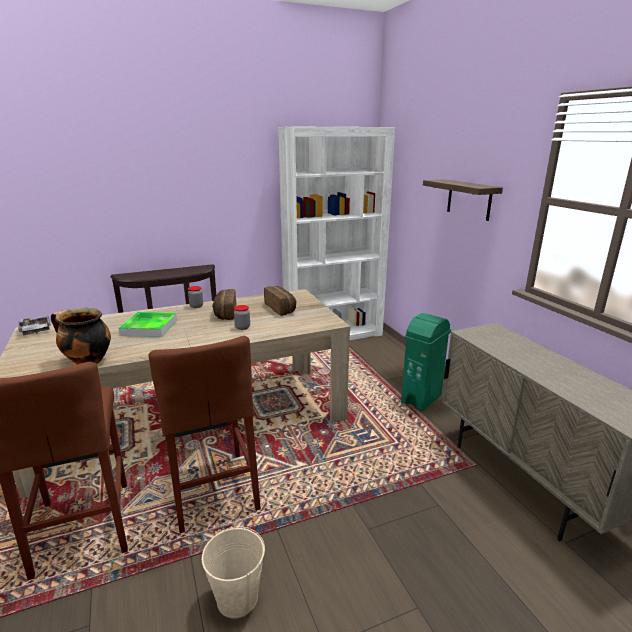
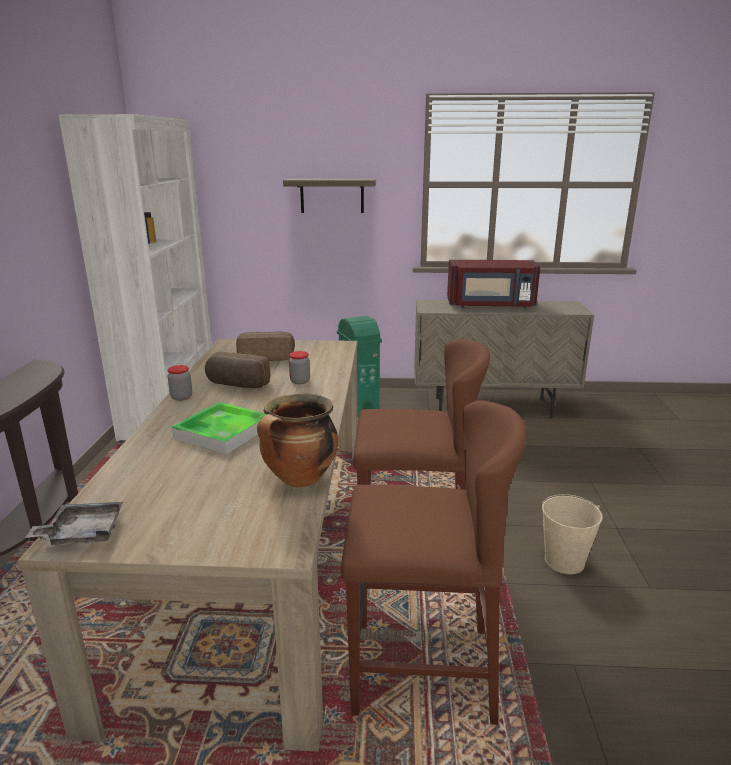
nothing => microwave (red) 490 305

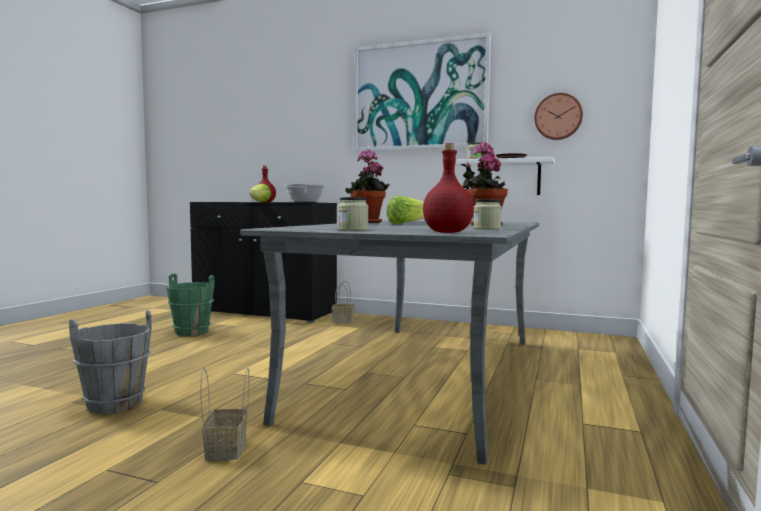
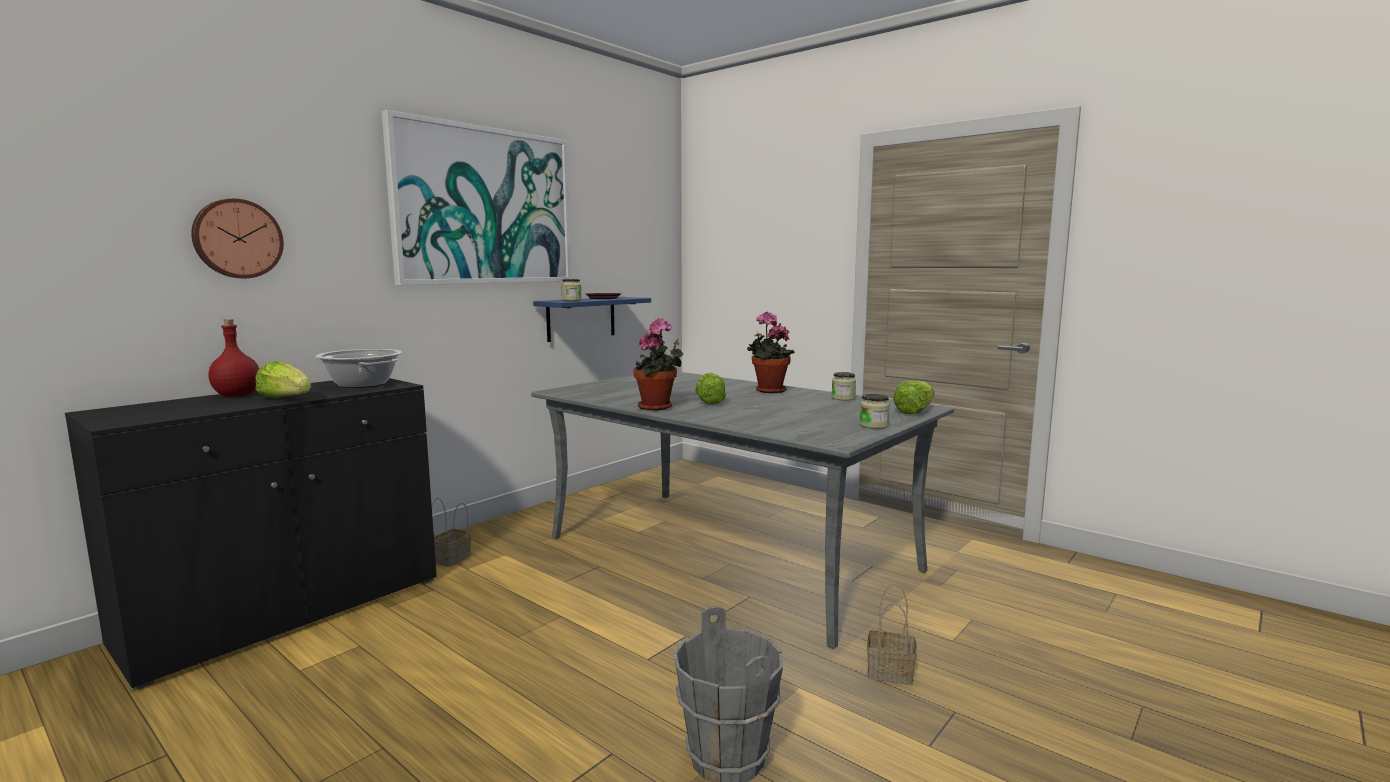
bucket (green) 191 332 => nothing
bottle (red) 446 232 => lettuce 914 412
shelf (white) 502 178 => shelf (blue) 581 318
wall clock 558 117 => wall clock 237 239, shifted

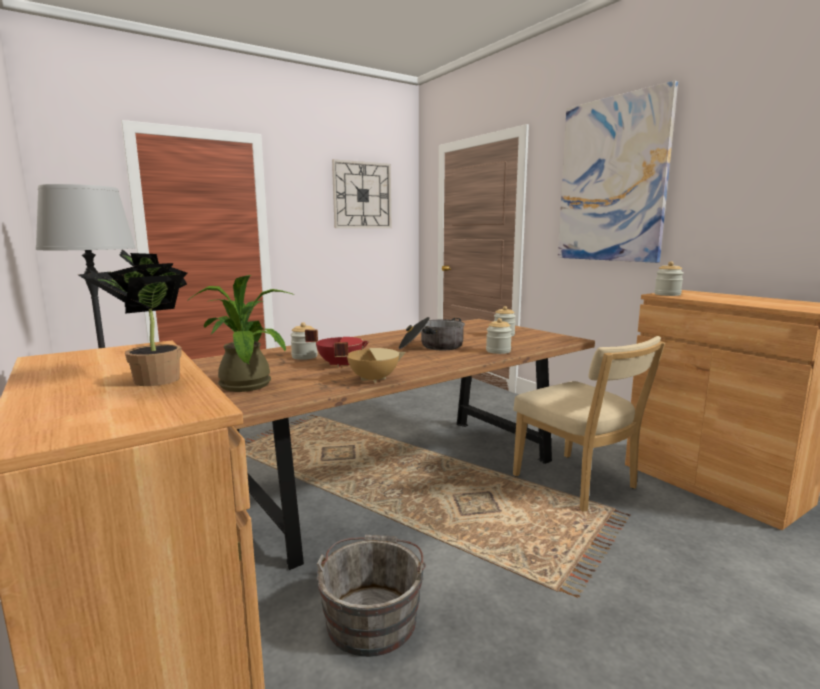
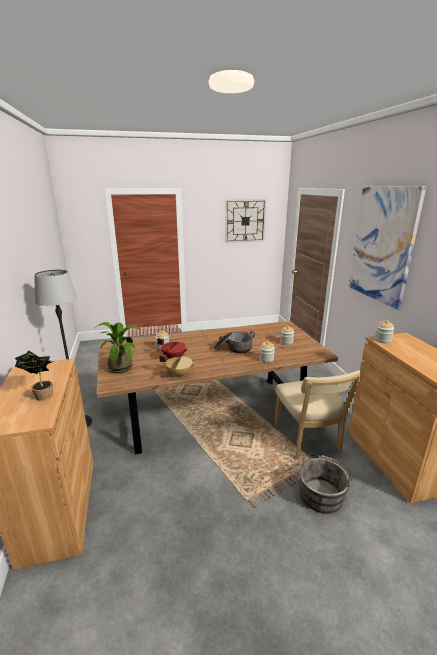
bucket (grey) 372 616 => bucket (grey) 321 493, shifted

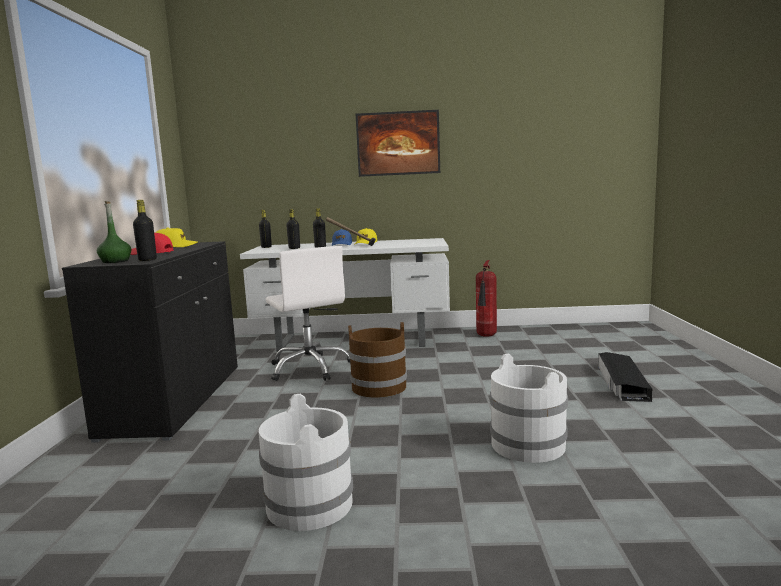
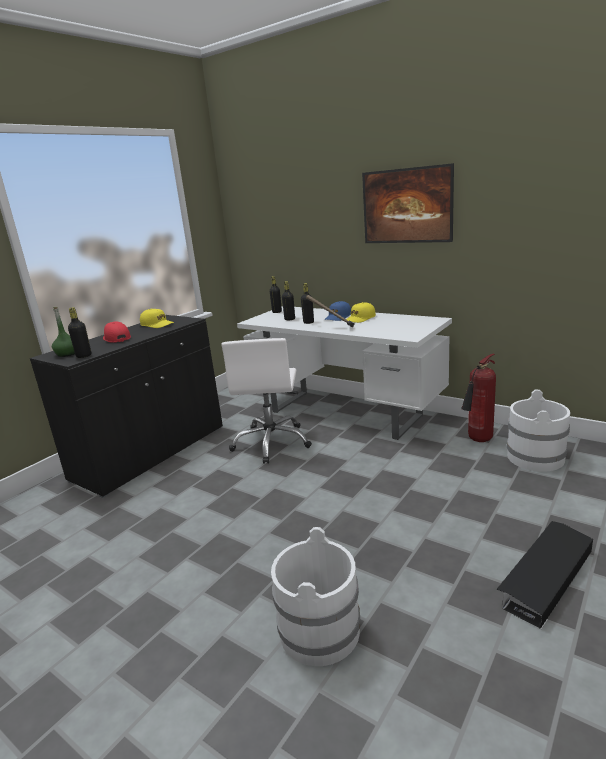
bucket (white) 309 504 => bucket (white) 535 457, shifted
bucket (brown) 379 387 => nothing

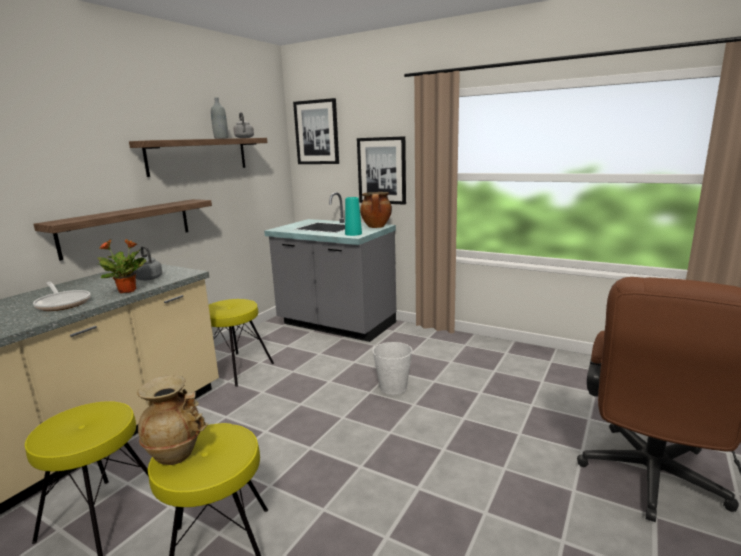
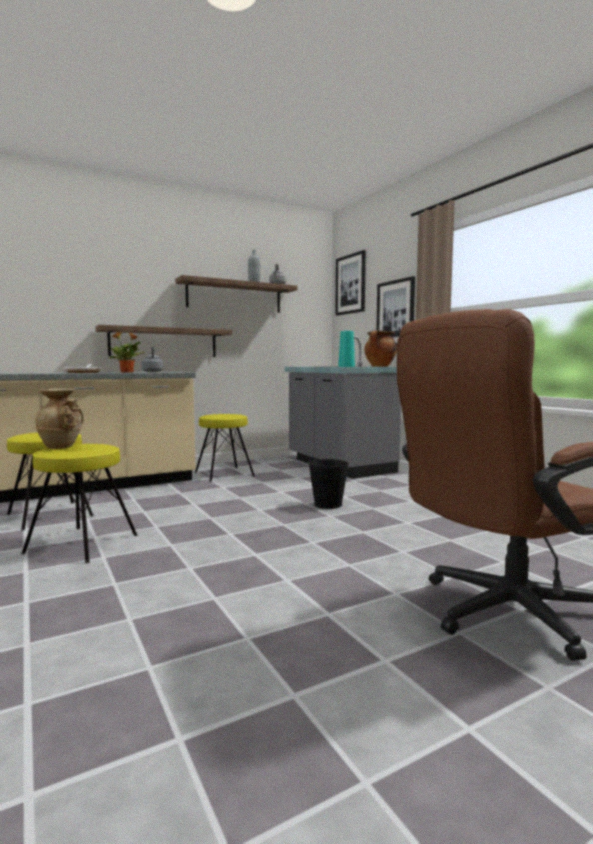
bucket (white) 393 388 => bucket (black) 328 504

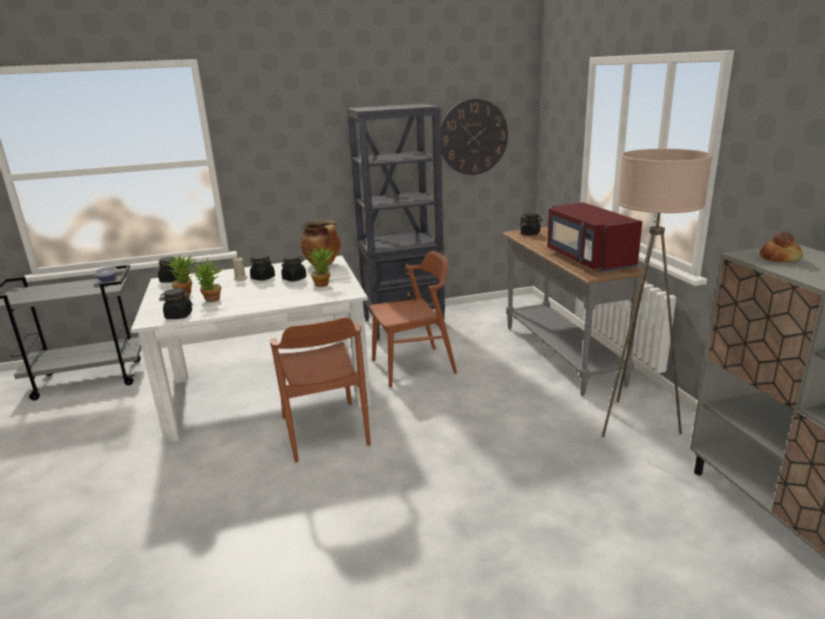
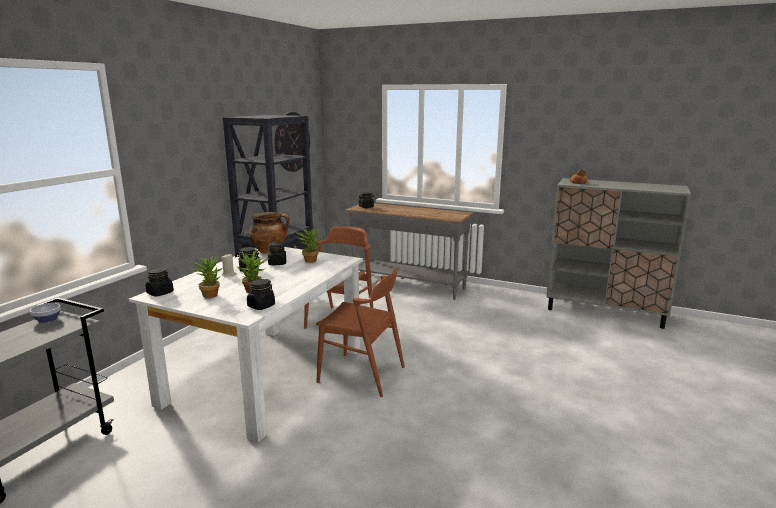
microwave (red) 587 259 => nothing
floor lamp (beige) 633 423 => nothing

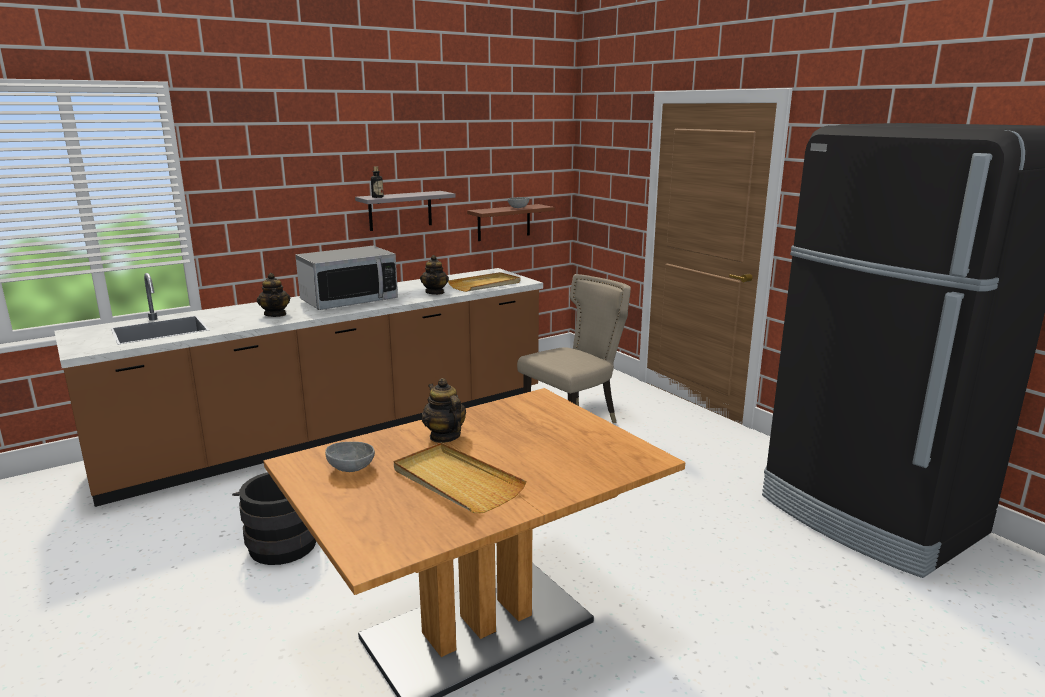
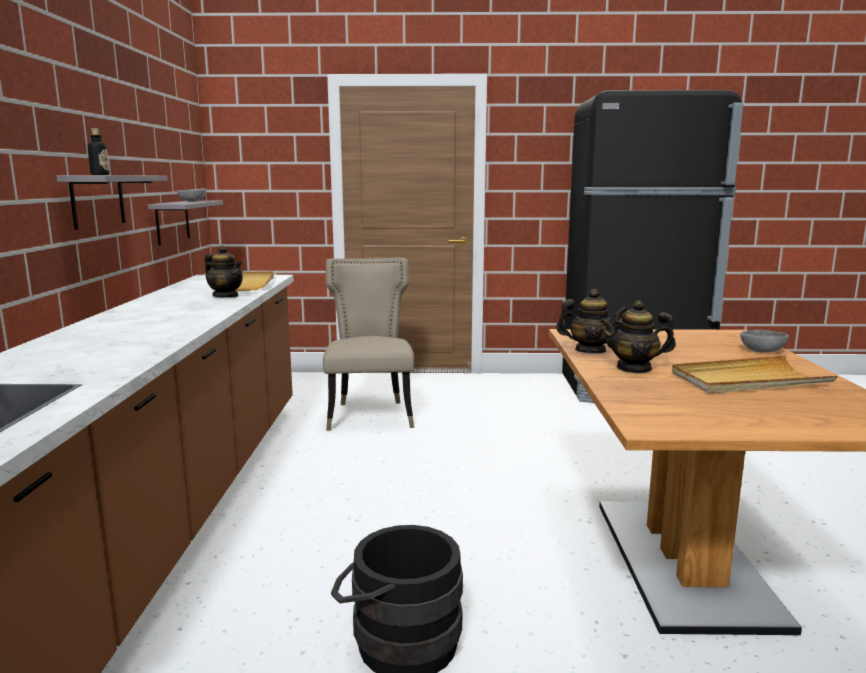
teapot 275 314 => teapot 590 351, shifted
microwave 349 301 => nothing
bowl (grey) 351 467 => bowl (grey) 761 351, shifted
shelf (brown) 504 222 => shelf (grey) 172 221

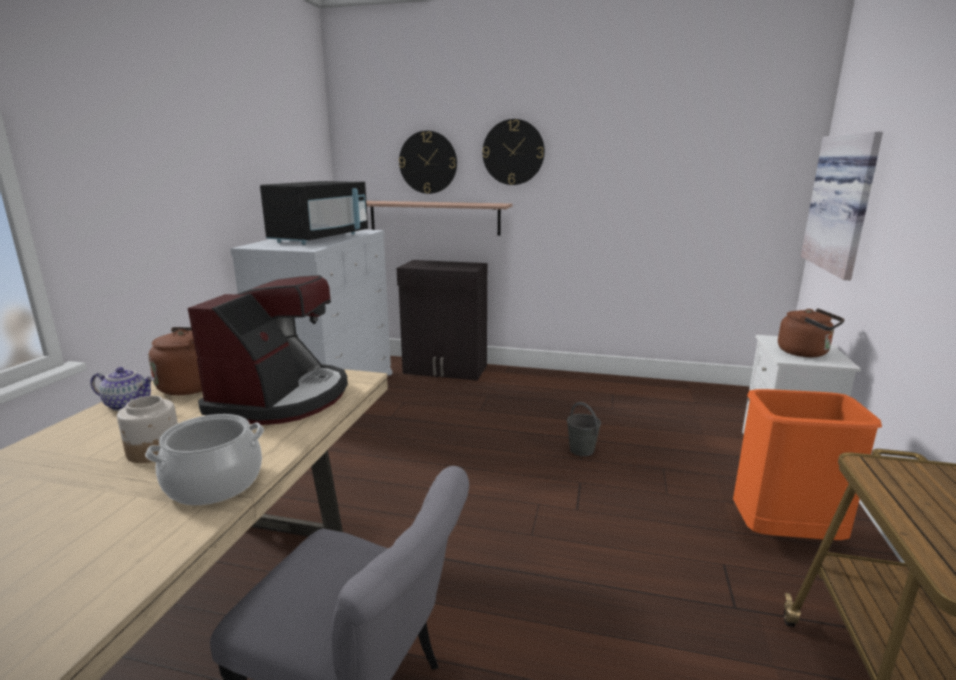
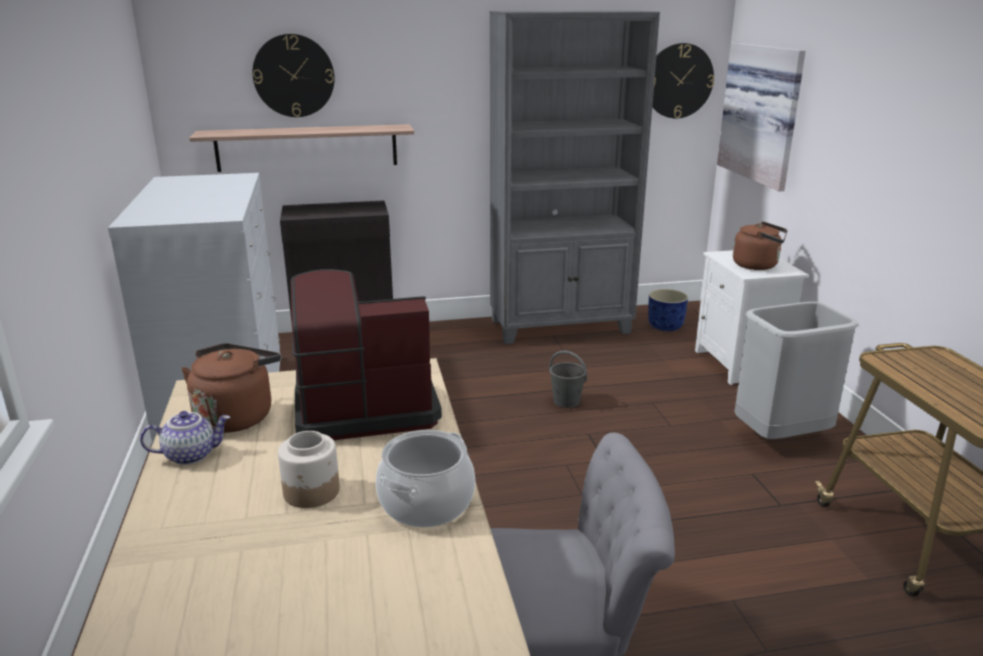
coffee machine 281 398 => coffee machine 364 408, 90 degrees counterclockwise
microwave (black) 320 238 => nothing
wall clock 513 152 => wall clock 678 81, shifted
trash can (orange) 784 536 => trash can (grey) 781 437
nothing => bookcase (grey) 561 327
nothing => planter (blue) 666 326

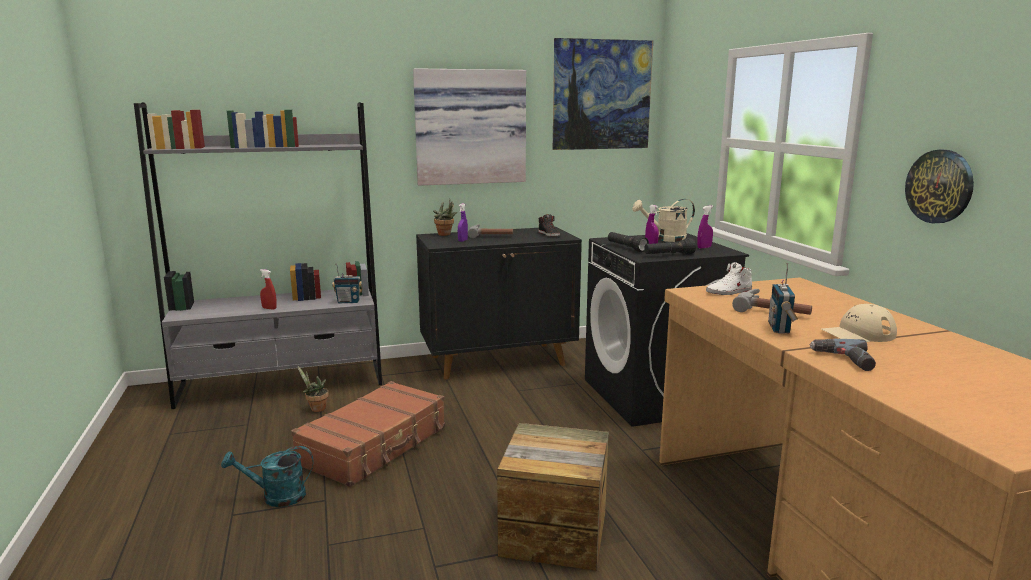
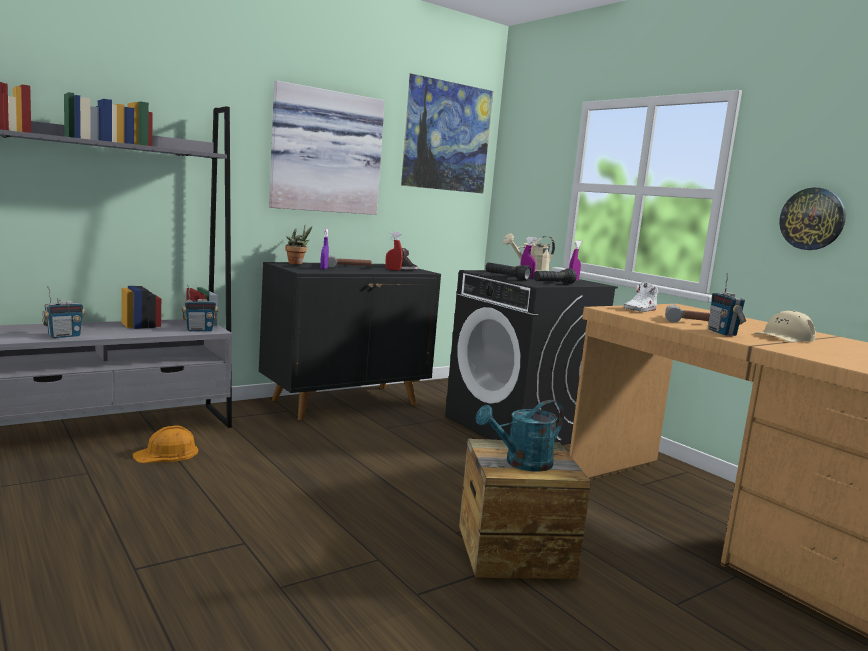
watering can (turquoise) 276 497 => watering can (turquoise) 521 463, shifted
spray bottle (red) 269 308 => spray bottle (red) 393 270, shifted
suitcase (brown) 375 445 => nothing
potted plant 316 409 => hard hat (orange) 167 453
power drill 844 360 => nothing
nothing => radio 64 336

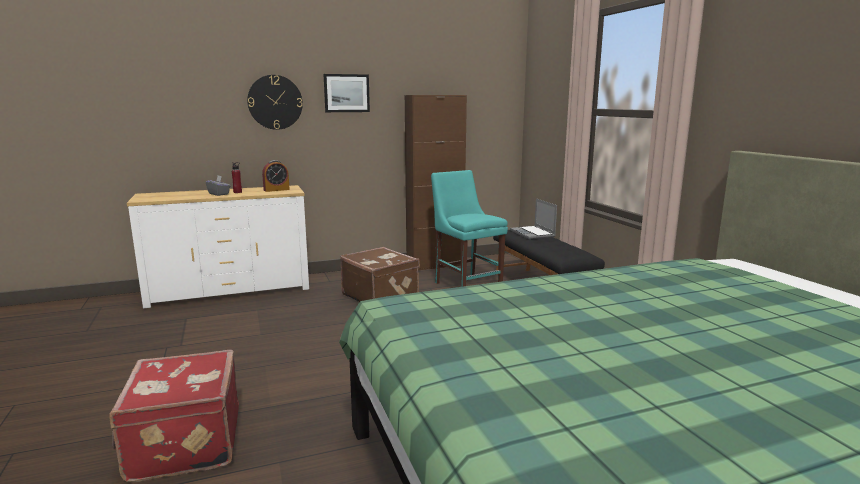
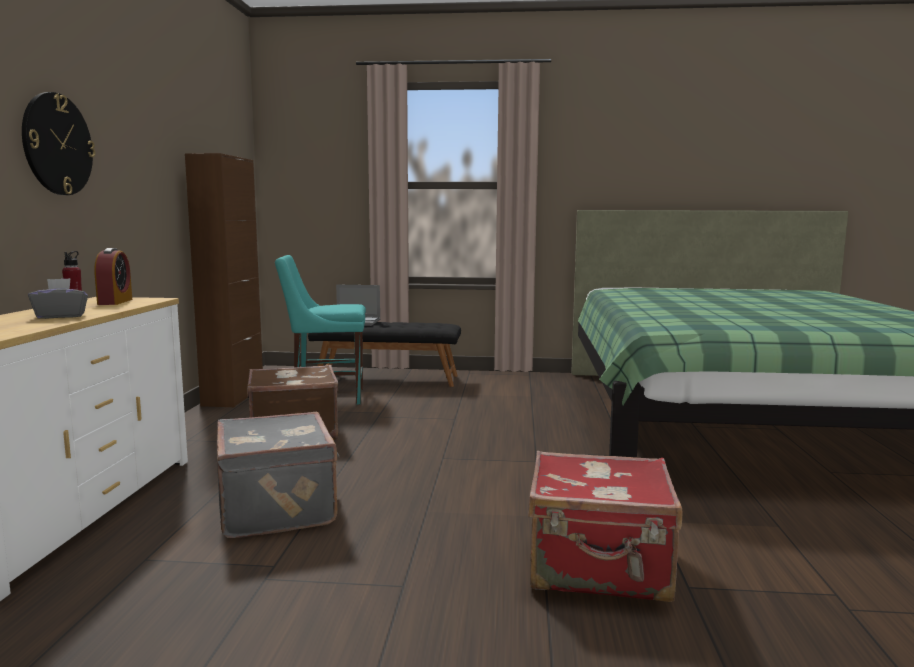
picture 346 93 => nothing
nothing => suitcase (grey) 279 507

